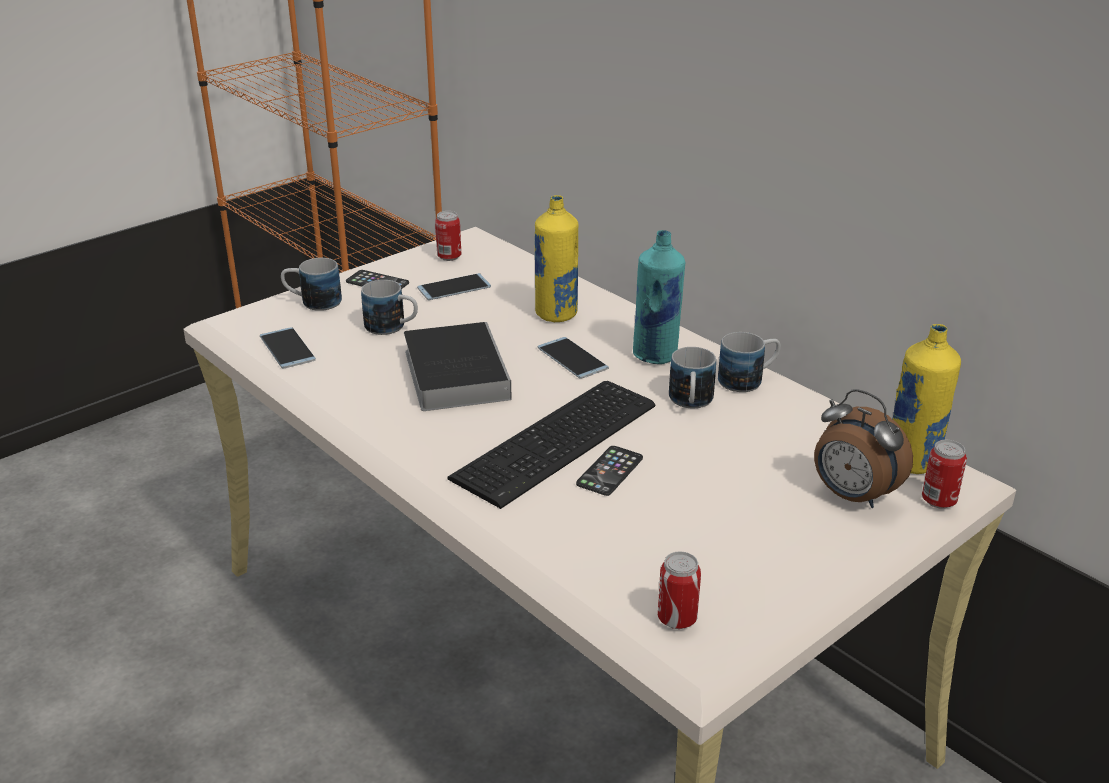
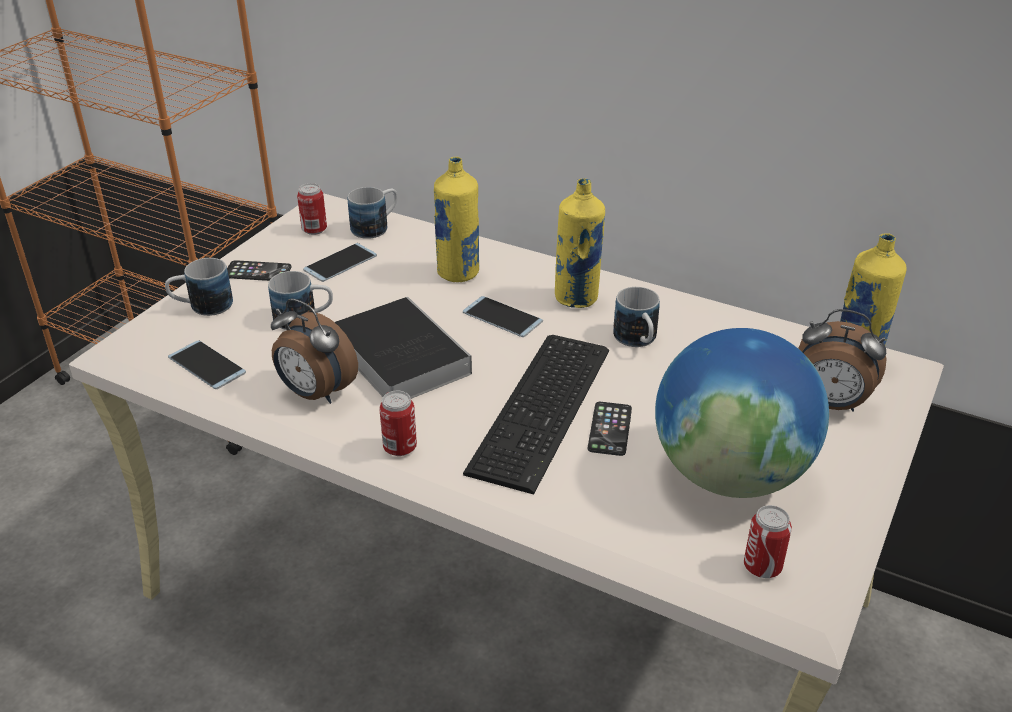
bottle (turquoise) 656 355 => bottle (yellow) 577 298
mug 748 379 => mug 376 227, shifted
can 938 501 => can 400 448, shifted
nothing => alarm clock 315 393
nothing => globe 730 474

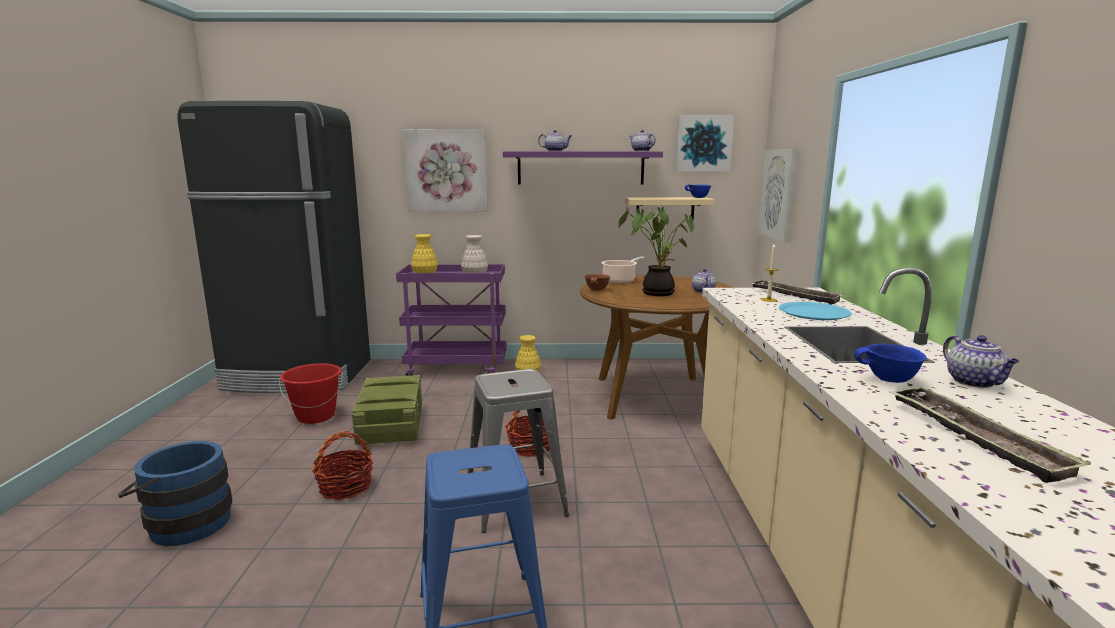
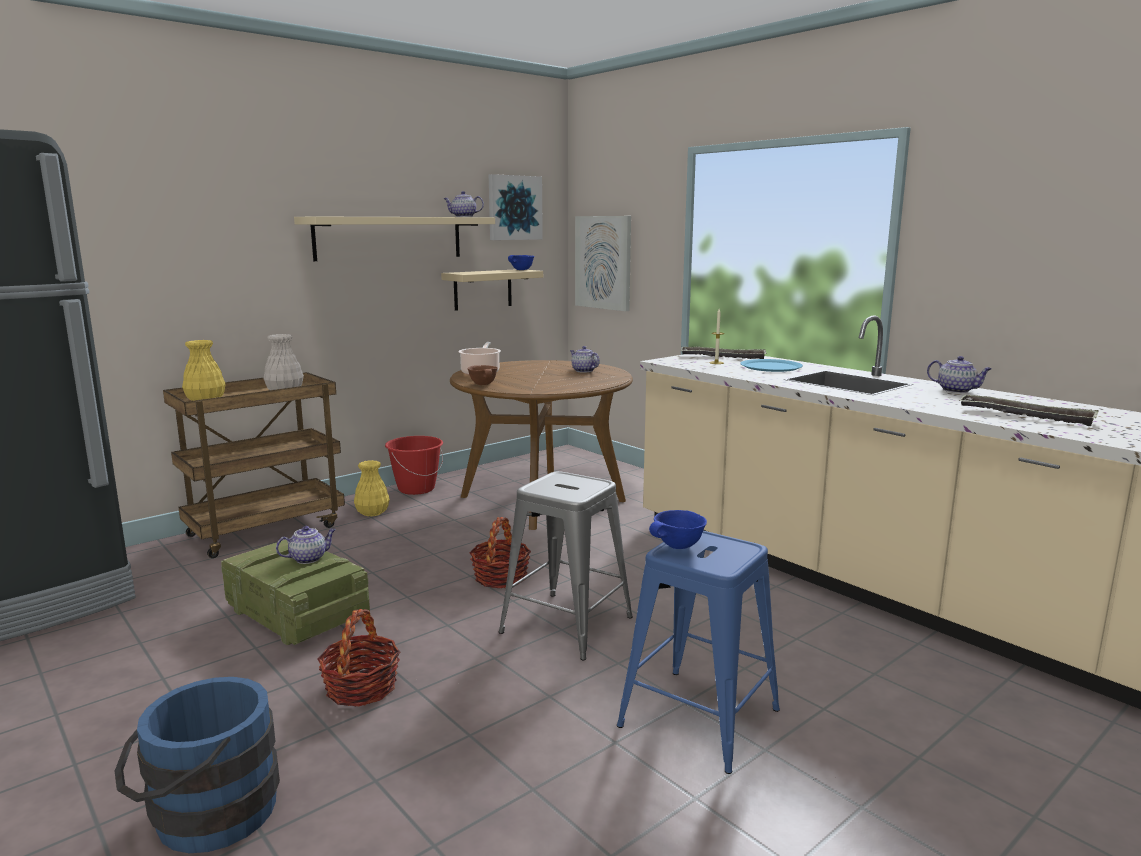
bucket (red) 316 416 => bucket (red) 416 489, shifted
cart (purple) 457 368 => cart (brown) 266 529
picture 447 171 => nothing
shelf (purple) 580 168 => shelf (beige) 389 238
teapot 555 151 => teapot 309 558, shifted
potted plant 657 292 => nothing
bowl (blue) 889 380 => bowl (blue) 678 546, shifted

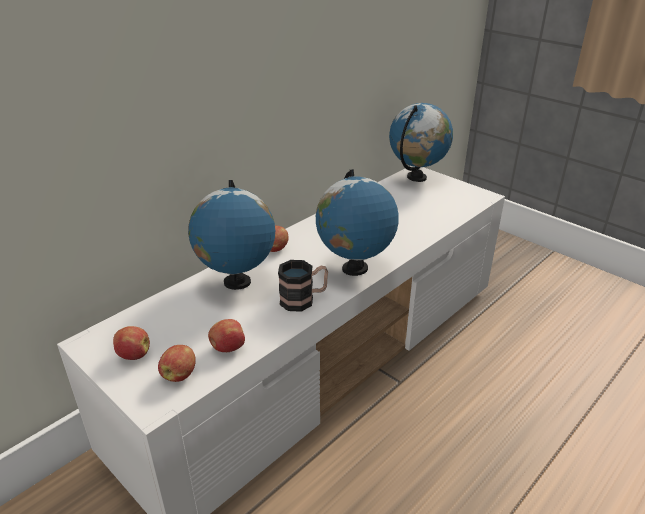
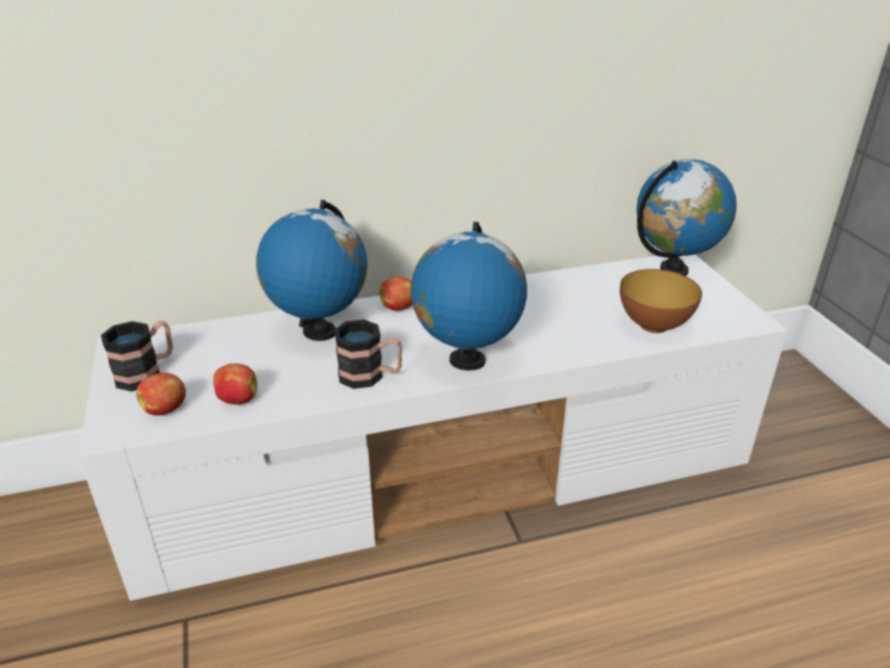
apple 133 355 => mug 147 372
nothing => bowl 654 326

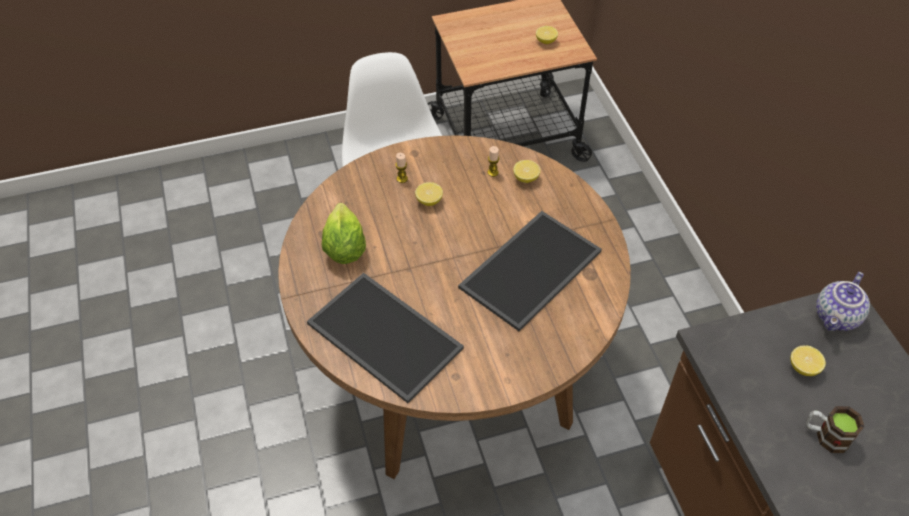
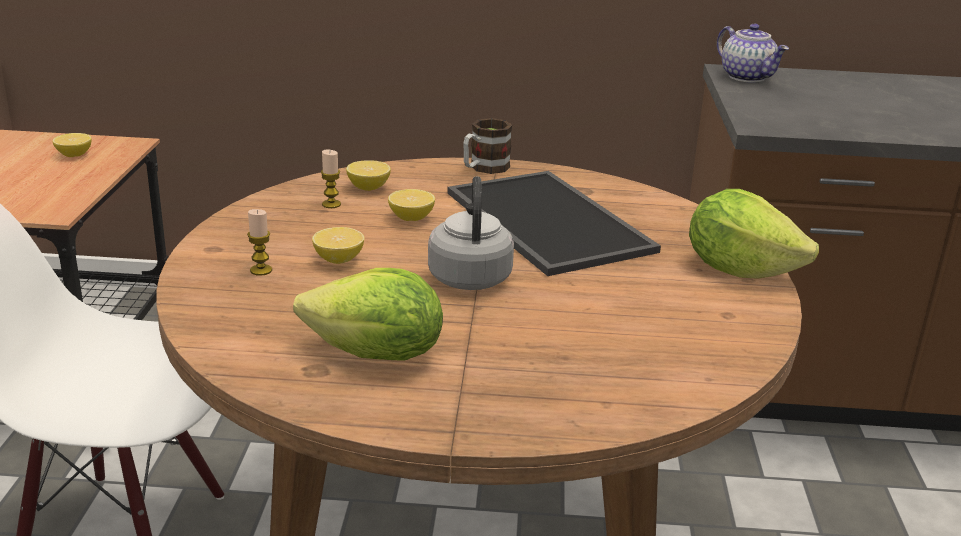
tray 387 335 => nothing
lemon 803 367 => lemon 411 218, shifted
mug 826 435 => mug 484 168, shifted
nothing => kettle (grey) 470 276
nothing => lettuce 740 269

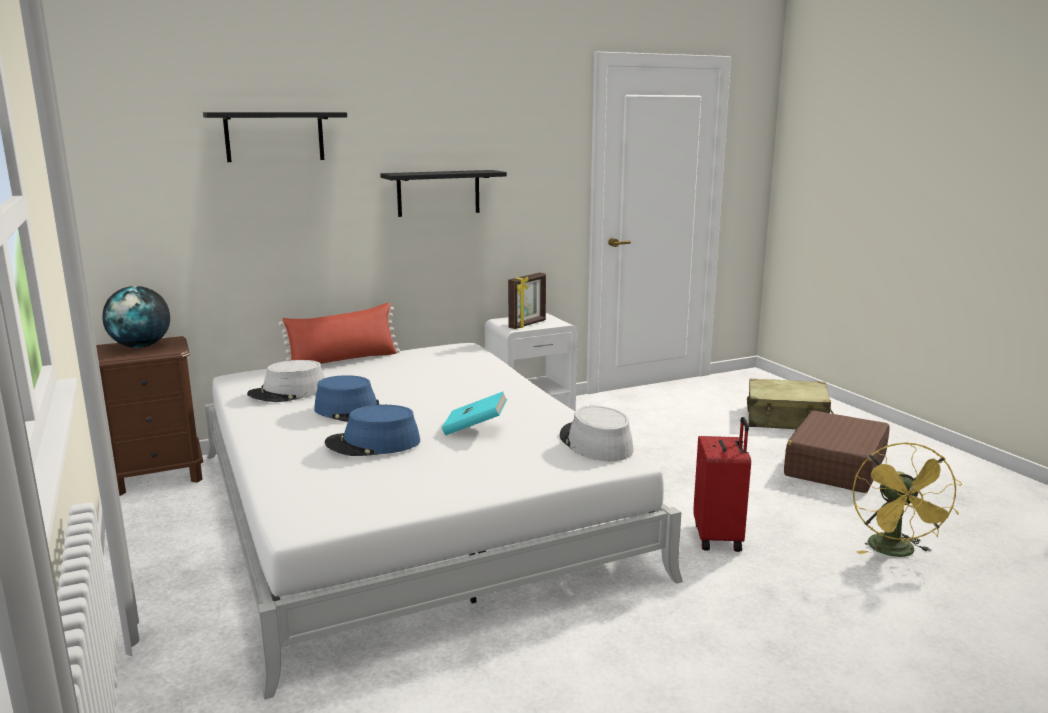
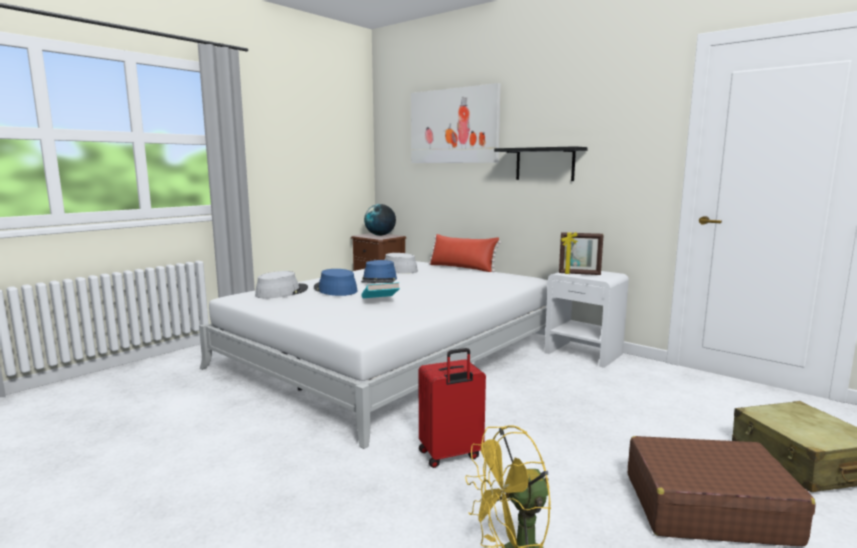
shelf (black) 274 136 => picture 454 126
hat (grey) 595 443 => hat (grey) 282 292, shifted

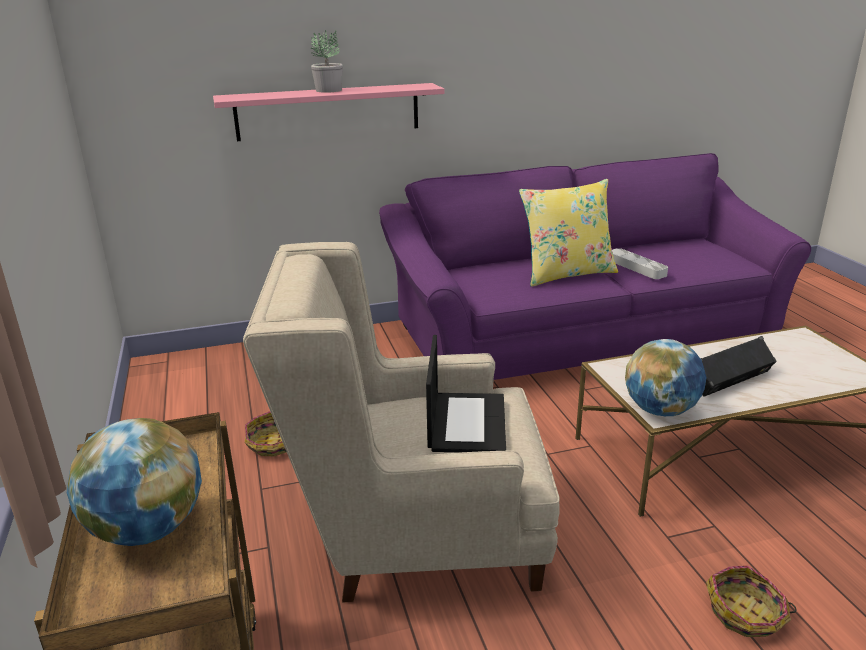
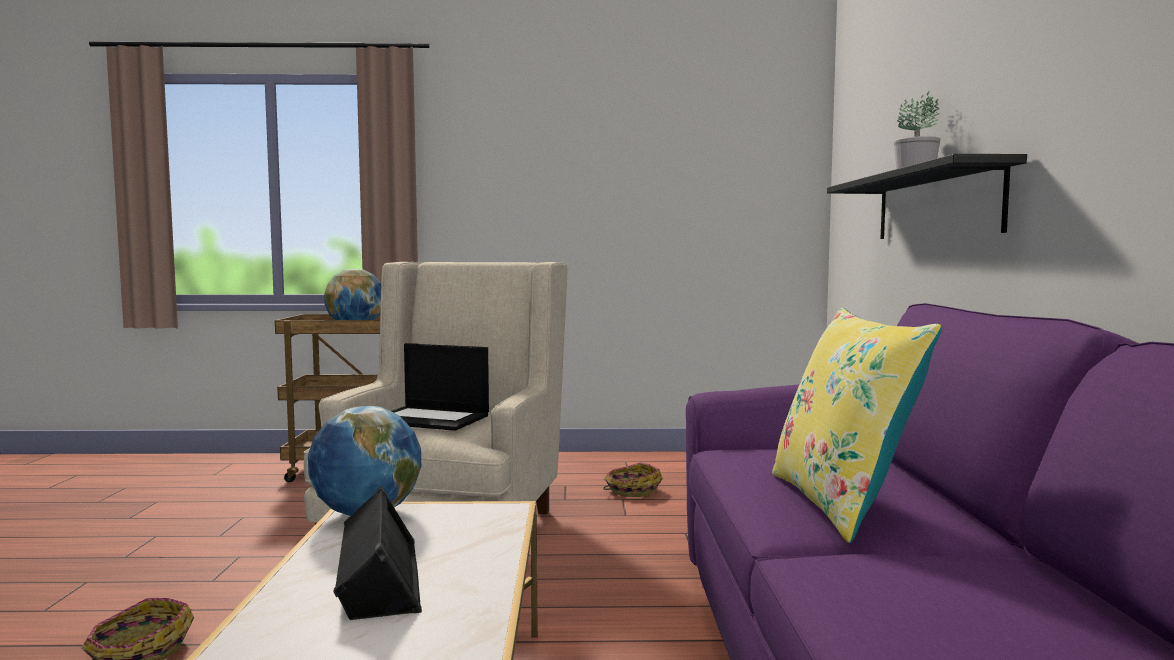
shelf (pink) 328 111 => shelf (black) 935 205
tray (grey) 636 267 => nothing

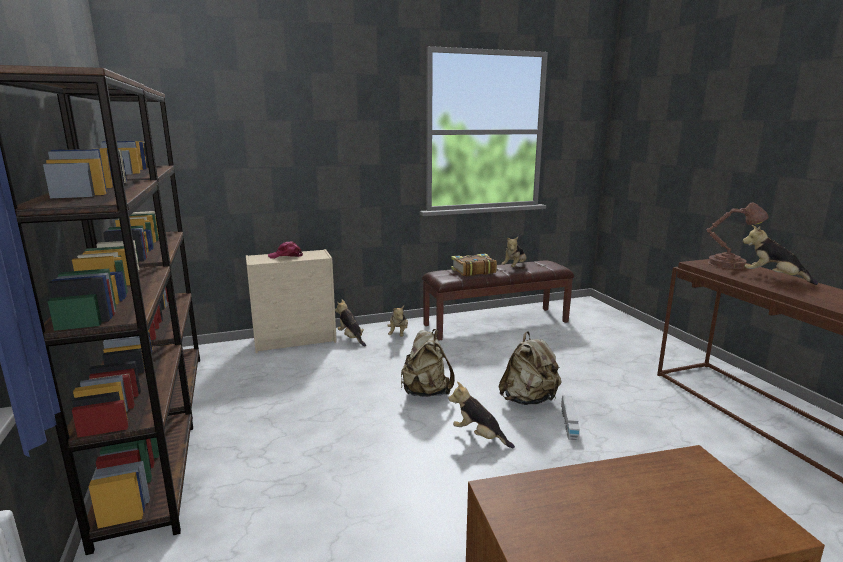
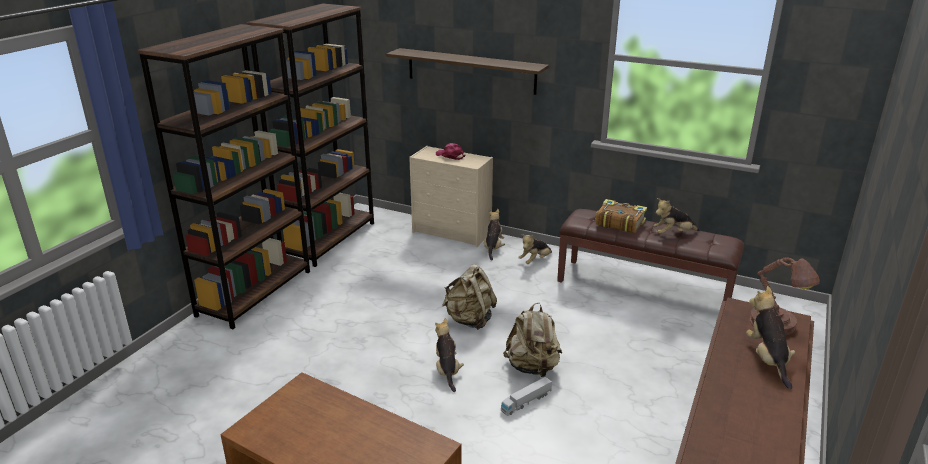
nothing => shelf 471 71

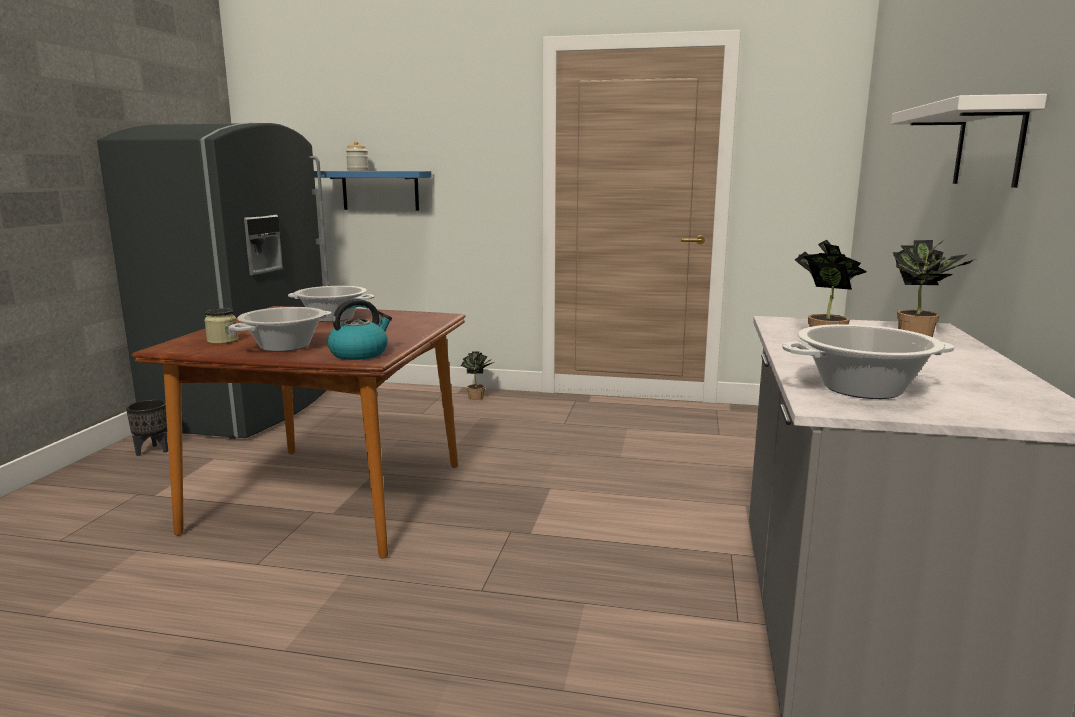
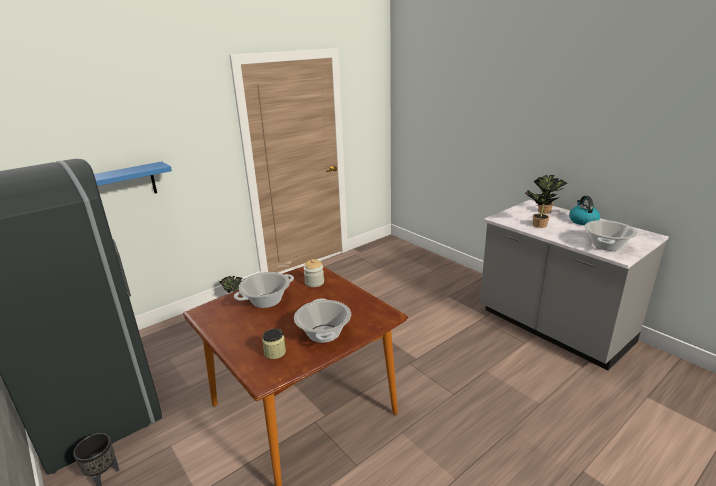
kettle 359 353 => kettle 582 221, shifted
jar 357 170 => jar 314 282, shifted
shelf (white) 989 145 => nothing

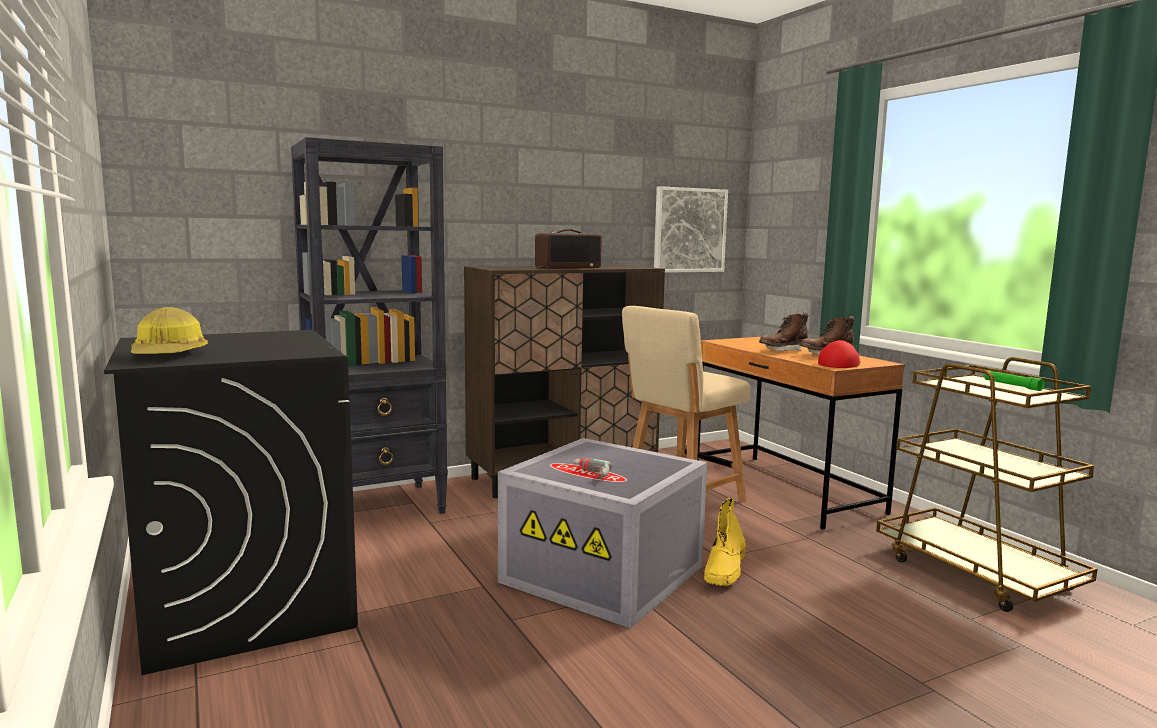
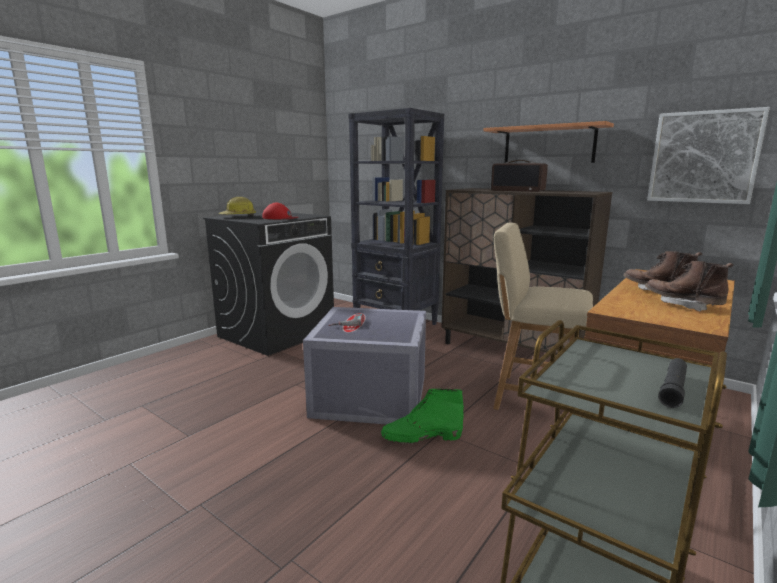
boot (yellow) 725 570 => boot (green) 421 436
cap (red) 840 363 => cap (red) 280 218, shifted
flashlight (green) 1012 385 => flashlight (black) 673 389
nothing => shelf 548 145

